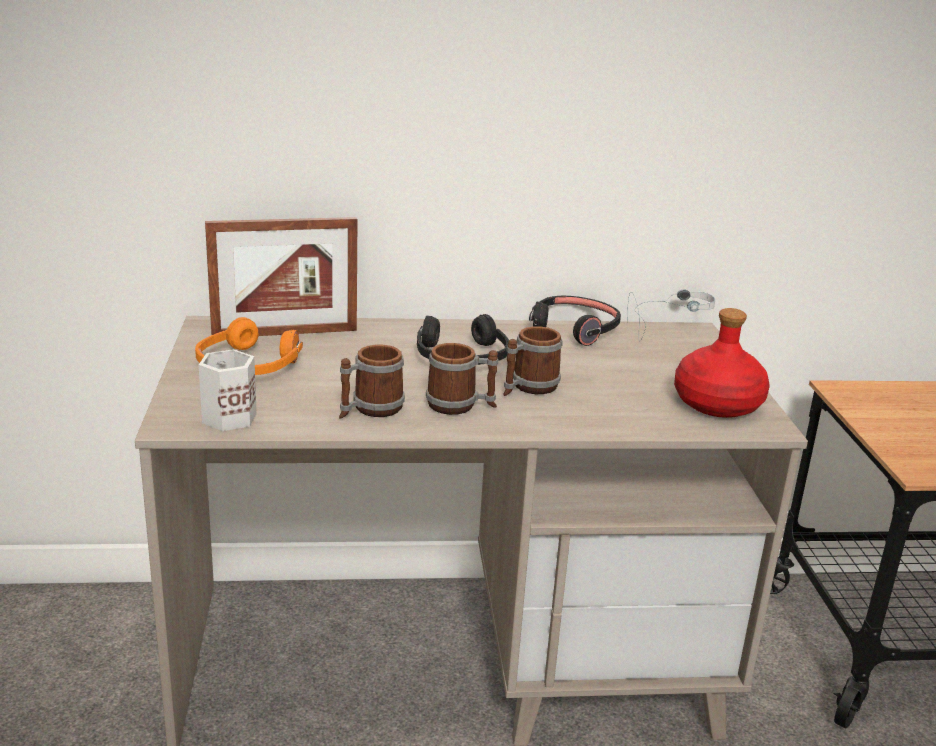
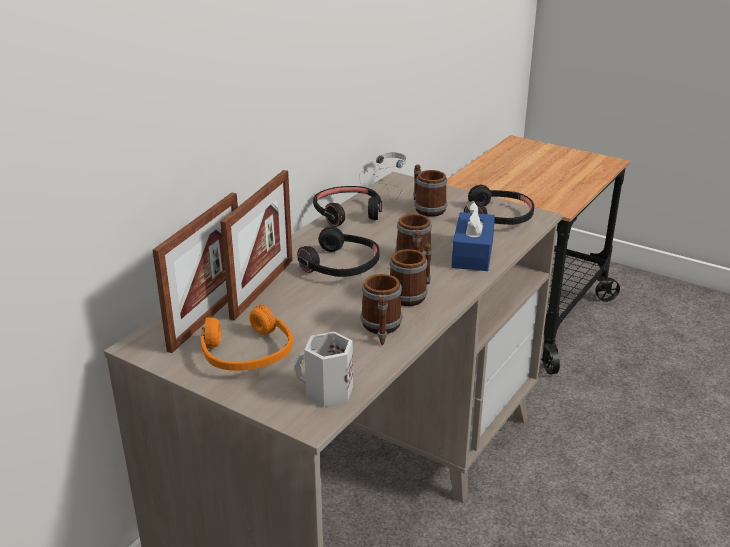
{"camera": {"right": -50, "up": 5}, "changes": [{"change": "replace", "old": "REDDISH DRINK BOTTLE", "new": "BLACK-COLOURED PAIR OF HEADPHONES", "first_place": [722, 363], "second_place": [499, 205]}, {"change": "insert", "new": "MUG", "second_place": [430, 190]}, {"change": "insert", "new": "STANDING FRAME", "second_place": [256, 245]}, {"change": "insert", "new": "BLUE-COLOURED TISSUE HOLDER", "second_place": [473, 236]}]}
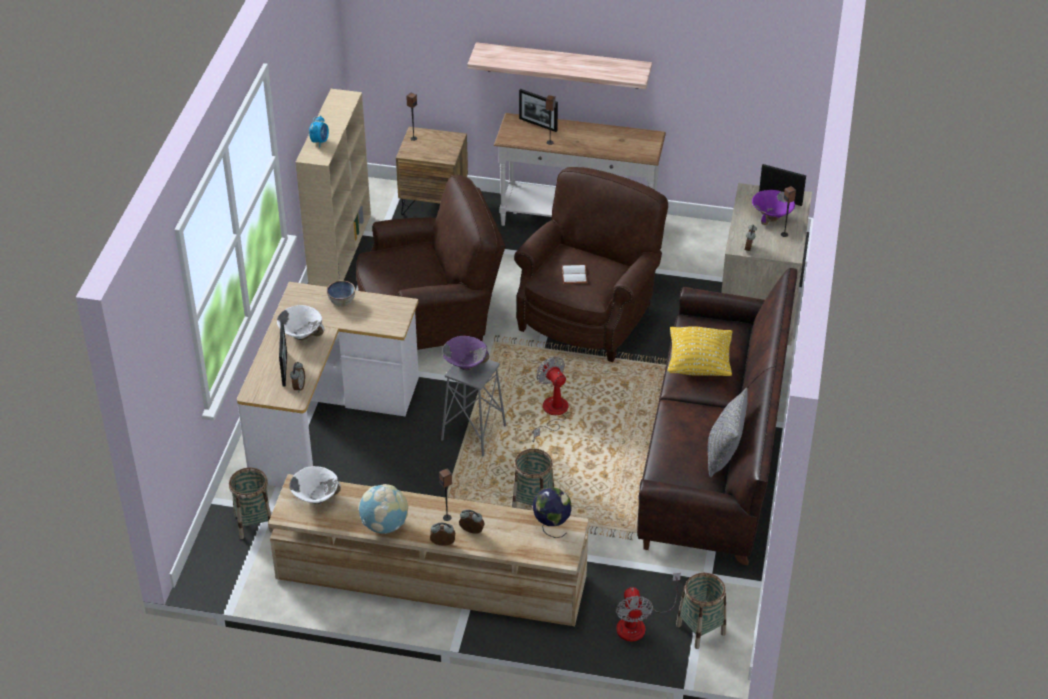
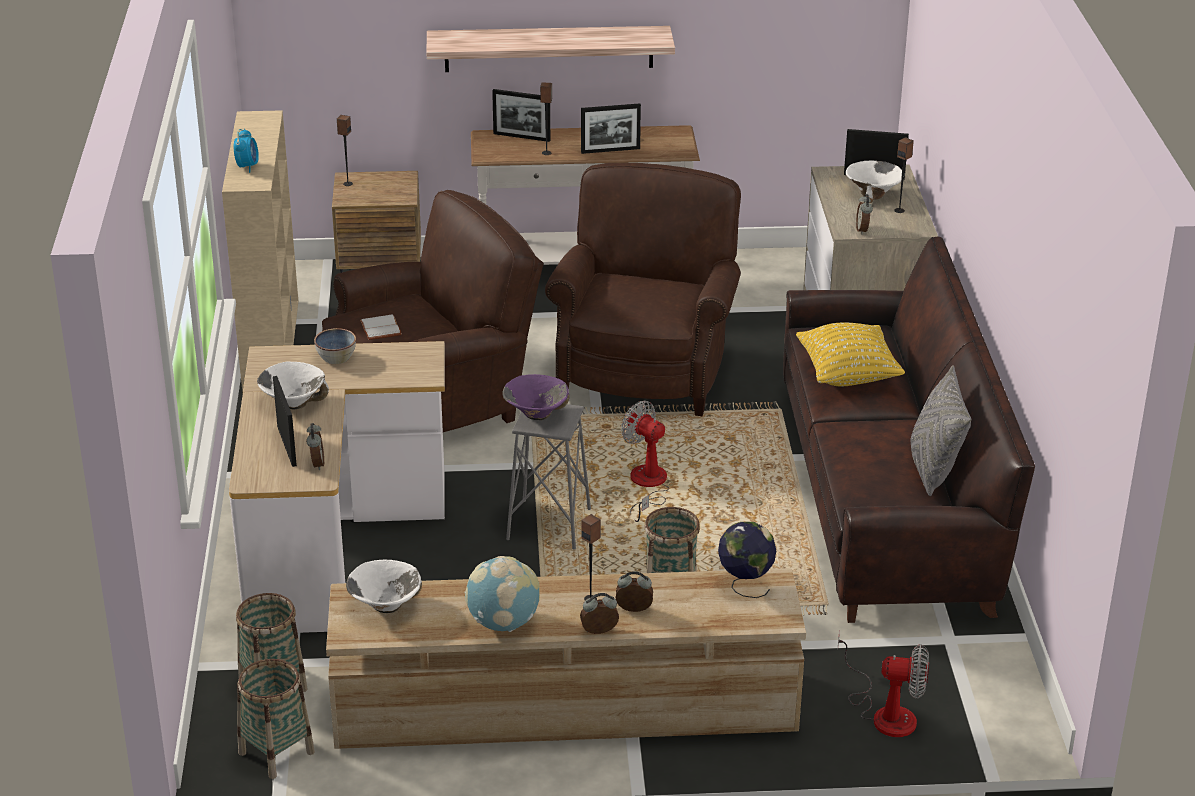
{"camera": {"right": -15, "up": -10}, "changes": [{"change": "recolor", "old": "PURPLISH SERVING BOWL", "new": "WHITE SERVING BOWL", "first_place": [773, 207], "second_place": [874, 182]}, {"change": "move", "old": "WHITE VOLUME", "first_place": [574, 274], "second_place": [381, 327]}, {"change": "rotate", "old": "COOLING FAN", "first_place": [648, 607], "second_place": [883, 683], "degrees": -60}, {"change": "move", "old": "BASKET", "first_place": [701, 611], "second_place": [276, 719]}, {"change": "insert", "new": "STANDING FRAME", "second_place": [611, 128]}]}
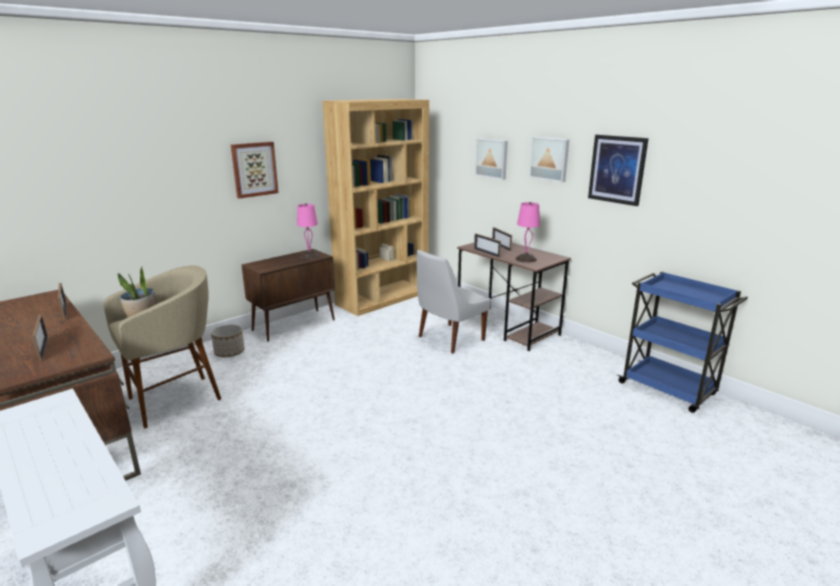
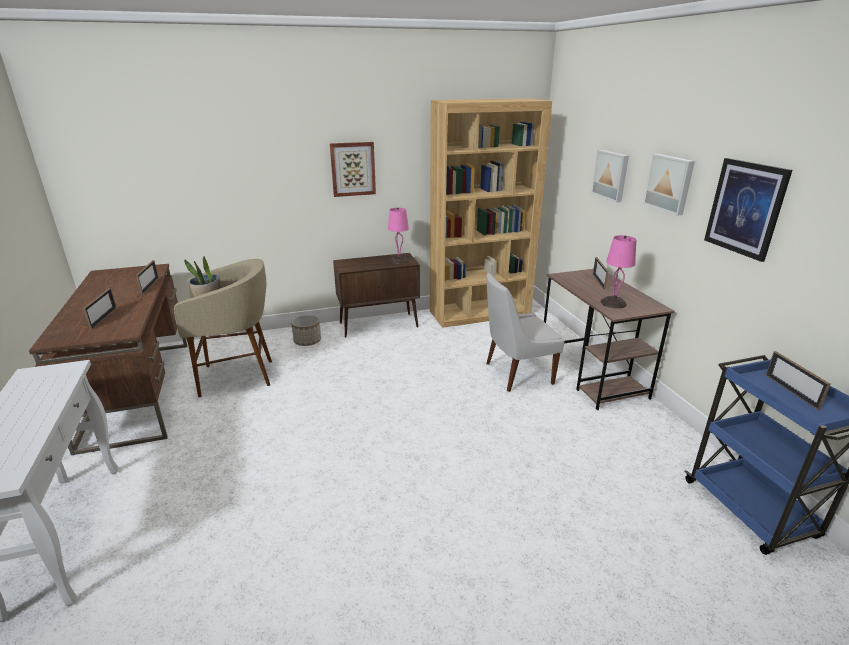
{"camera": {"right": 25, "up": 5}, "changes": [{"change": "move", "old": "STANDING FRAME", "first_place": [487, 245], "second_place": [798, 380]}]}
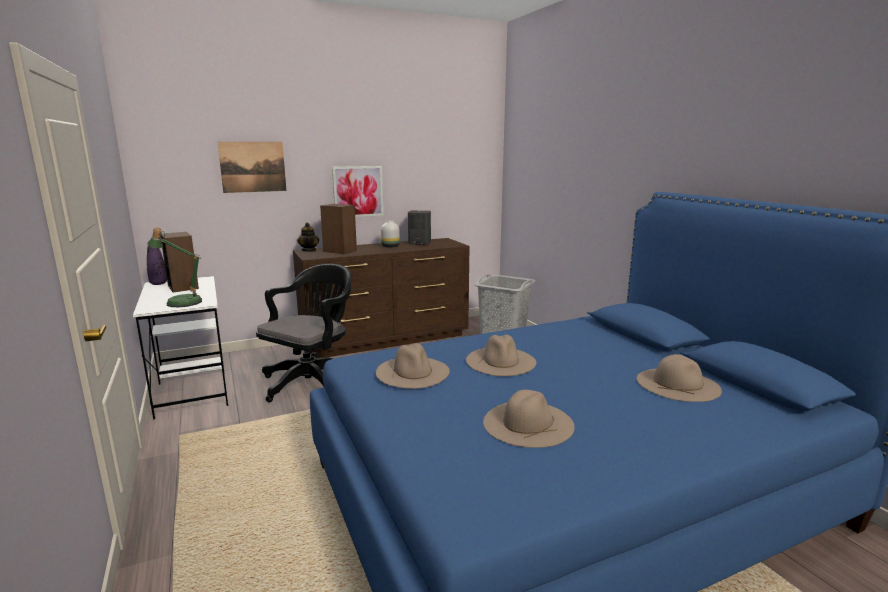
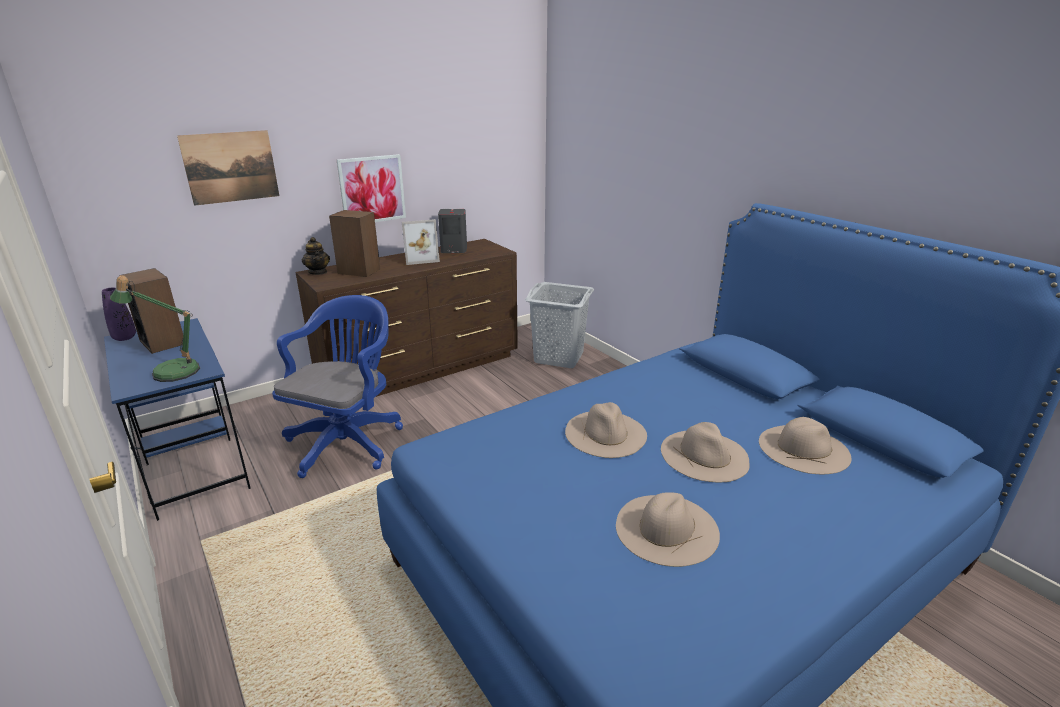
{"camera": {"right": -10, "up": 10}, "changes": [{"change": "replace", "old": "WHITE FLOWER VASE", "new": "STANDING FRAME", "first_place": [390, 233], "second_place": [421, 242]}, {"change": "recolor", "old": "BLACK-COLOURED COMPUTER CHAIR", "new": "BLUE-COLOURED COMPUTER CHAIR", "first_place": [303, 333], "second_place": [337, 386]}, {"change": "recolor", "old": "WHITE DESK UNIT", "new": "BLUE-COLOURED DESK UNIT", "first_place": [180, 348], "second_place": [177, 419]}, {"change": "move", "old": "SAND-COLOURED WEARABLE HAT", "first_place": [413, 366], "second_place": [705, 452]}]}
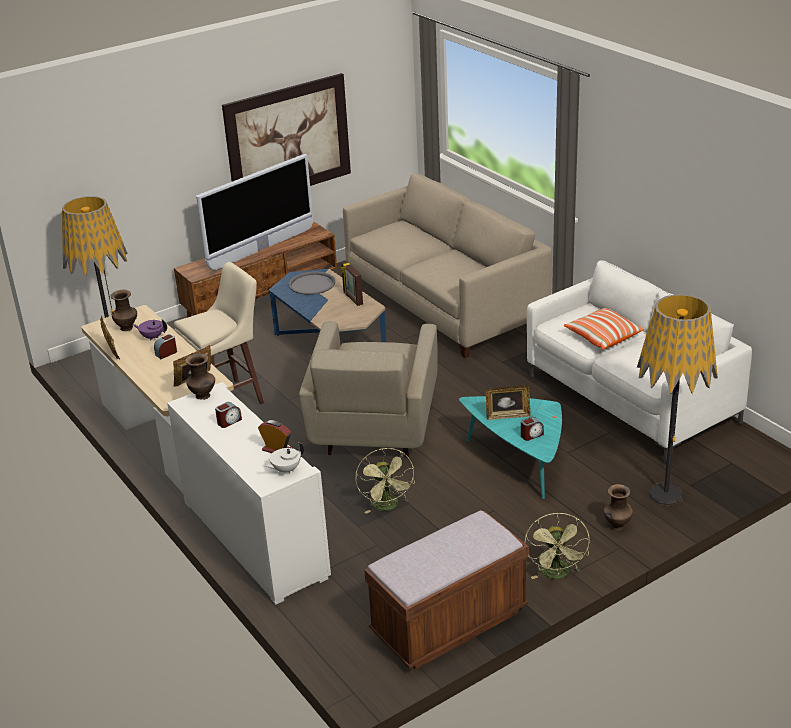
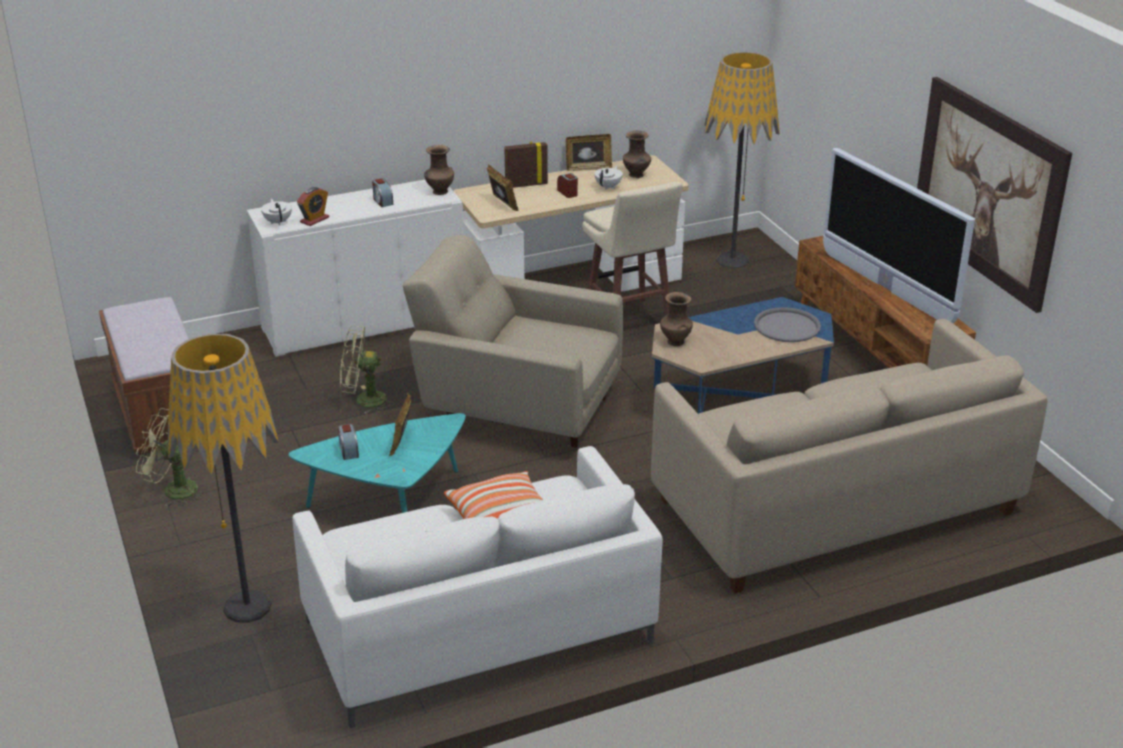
{"camera": {"right": 100, "up": 0}, "changes": [{"change": "move", "old": "STANDING FRAME", "first_place": [351, 283], "second_place": [526, 165]}, {"change": "recolor", "old": "PURPLISH TEAPOT", "new": "WHITE TEAPOT", "first_place": [150, 329], "second_place": [608, 177]}, {"change": "move", "old": "BROWNISH FLOWER VASE", "first_place": [618, 507], "second_place": [676, 319]}]}
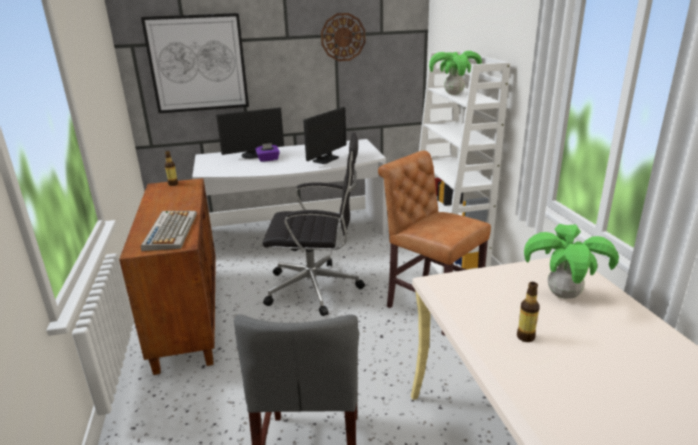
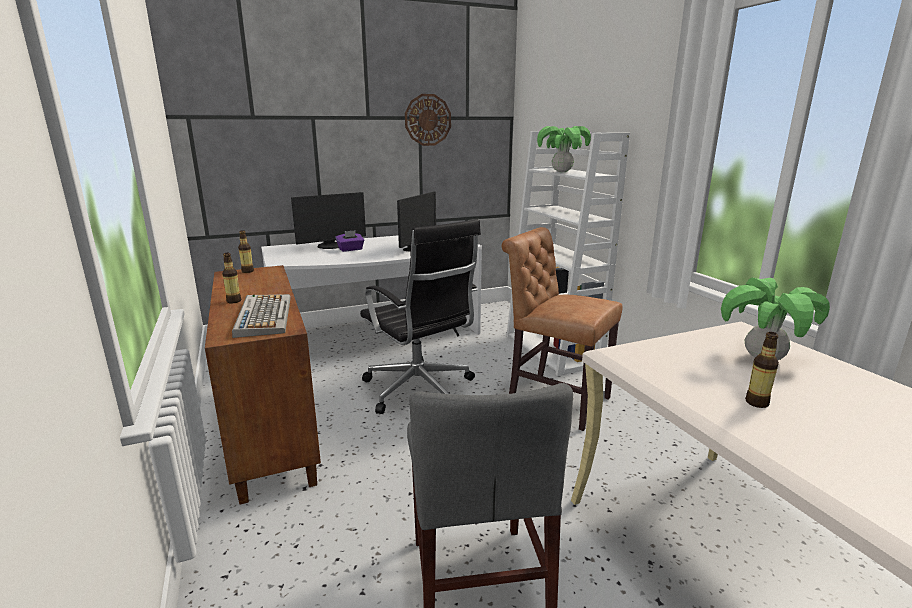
{"camera": {"right": -10, "up": -5}, "changes": [{"change": "delete", "old": "PICTURE", "first_place": [195, 63]}, {"change": "rotate", "old": "BLACK-COLOURED COMPUTER CHAIR", "first_place": [313, 224], "second_place": [420, 316], "degrees": 60}, {"change": "insert", "new": "DRINK BOTTLE", "second_place": [231, 278]}]}
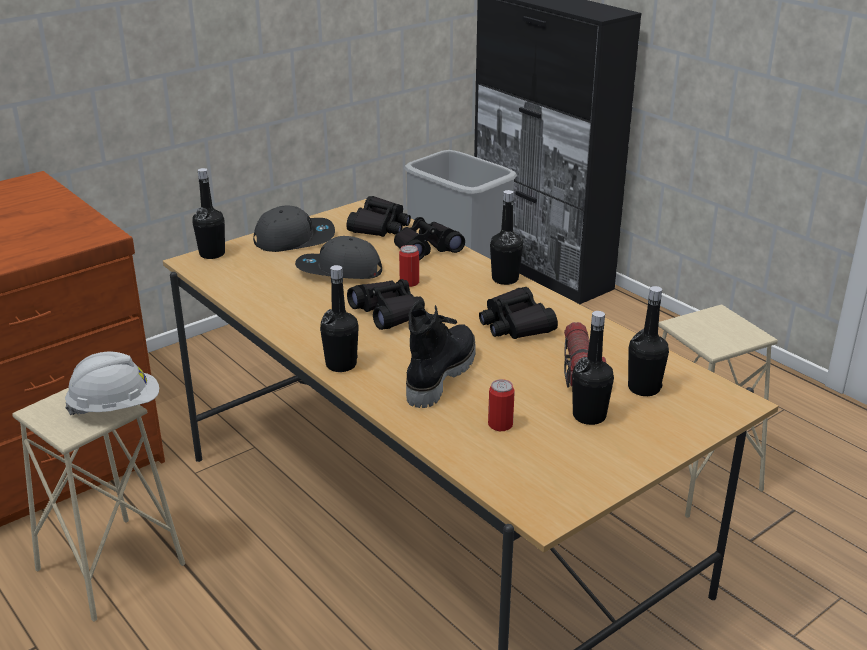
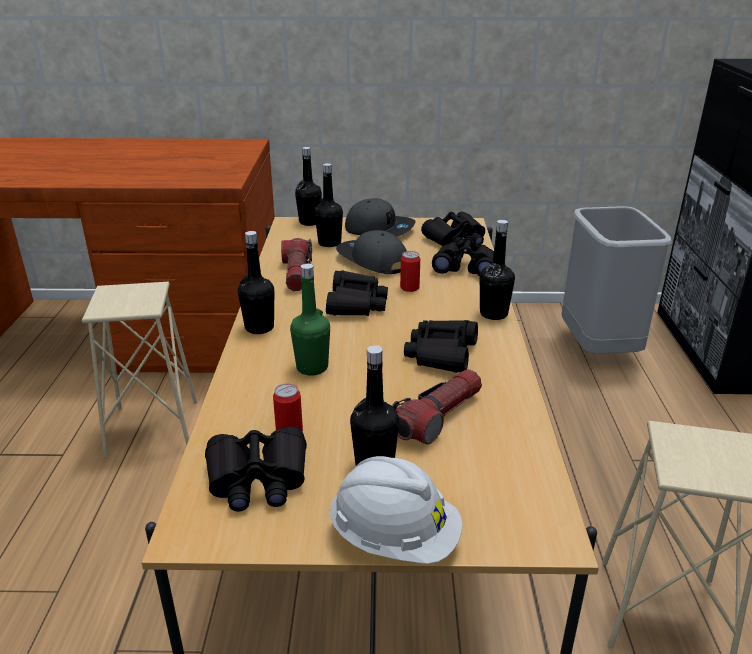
{"camera": {"right": 40, "up": 0}, "changes": [{"change": "move", "old": "BLACK-COLOURED DRINK BOTTLE", "first_place": [648, 341], "second_place": [328, 205]}, {"change": "replace", "old": "BLACK-COLOURED HIGH-TOP BOOT", "new": "GREEN DRINK BOTTLE", "first_place": [441, 354], "second_place": [310, 319]}, {"change": "move", "old": "WHITE SAFETY HELMET", "first_place": [112, 383], "second_place": [396, 510]}, {"change": "insert", "new": "FLASHLIGHT", "second_place": [296, 264]}, {"change": "insert", "new": "BLACK-COLOURED PAIR OF BINOCULARS", "second_place": [256, 469]}]}
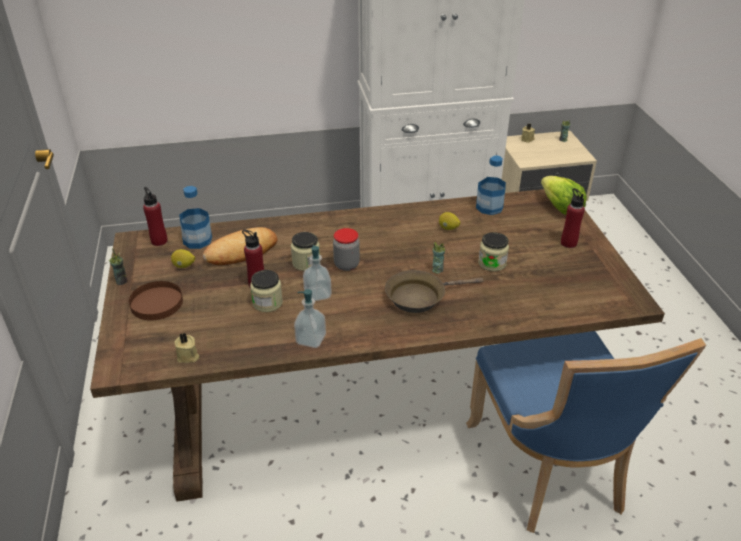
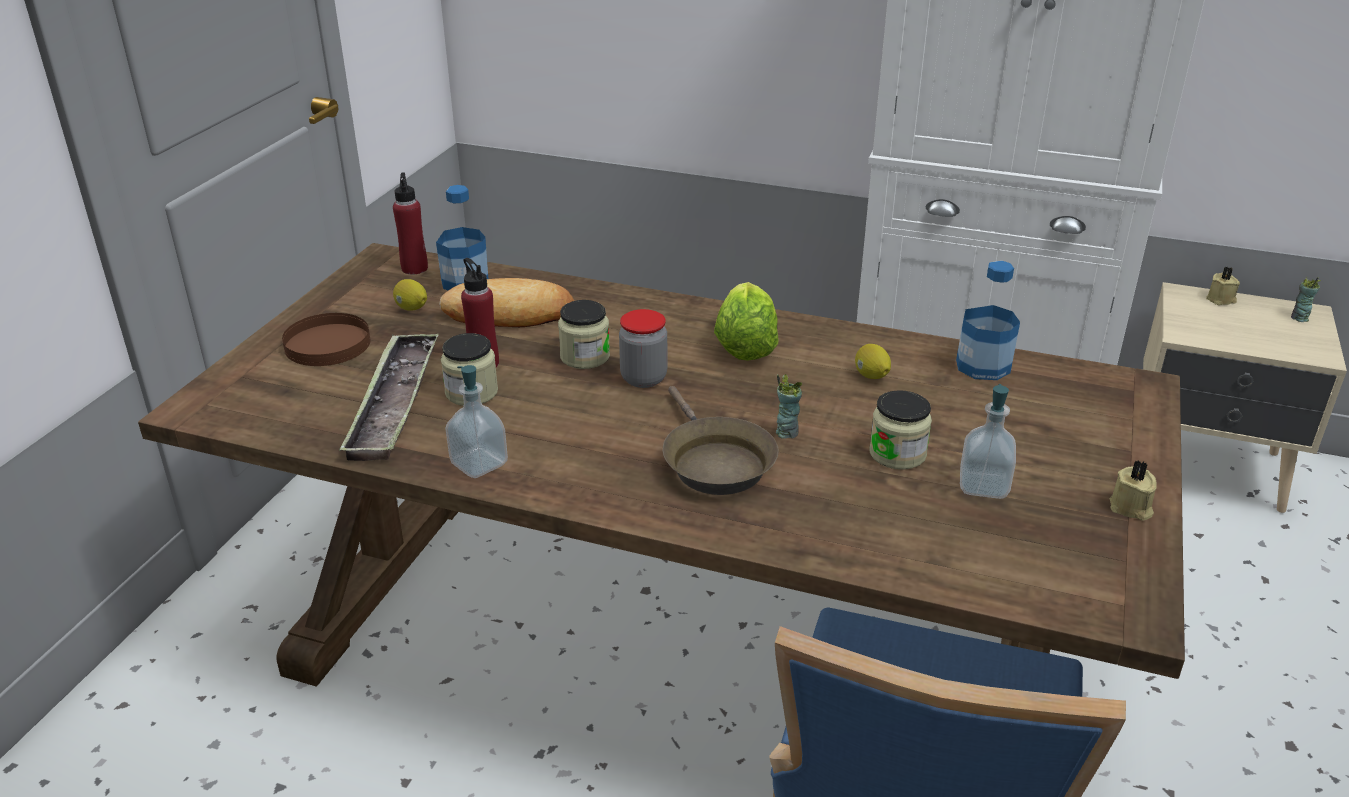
{"camera": {"right": 30, "up": -5}, "changes": [{"change": "move", "old": "LETTUCE HEAD", "first_place": [564, 195], "second_place": [746, 321]}, {"change": "delete", "old": "REDDISH DRINK BOTTLE", "first_place": [573, 218]}, {"change": "move", "old": "SOAP DISPENSER", "first_place": [317, 273], "second_place": [988, 441]}, {"change": "delete", "old": "SMALL CUP", "first_place": [118, 267]}, {"change": "rotate", "old": "BROWNISH FRYING PAN", "first_place": [434, 291], "second_place": [721, 440], "degrees": -120}, {"change": "move", "old": "SAND-COLOURED WAX CANDLE", "first_place": [187, 347], "second_place": [1133, 491]}, {"change": "insert", "new": "TRAY", "second_place": [389, 397]}]}
